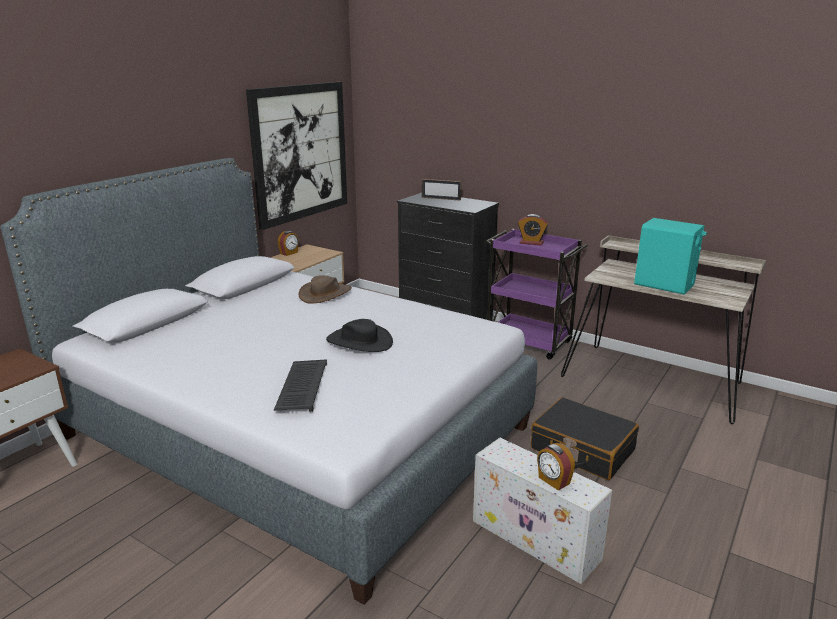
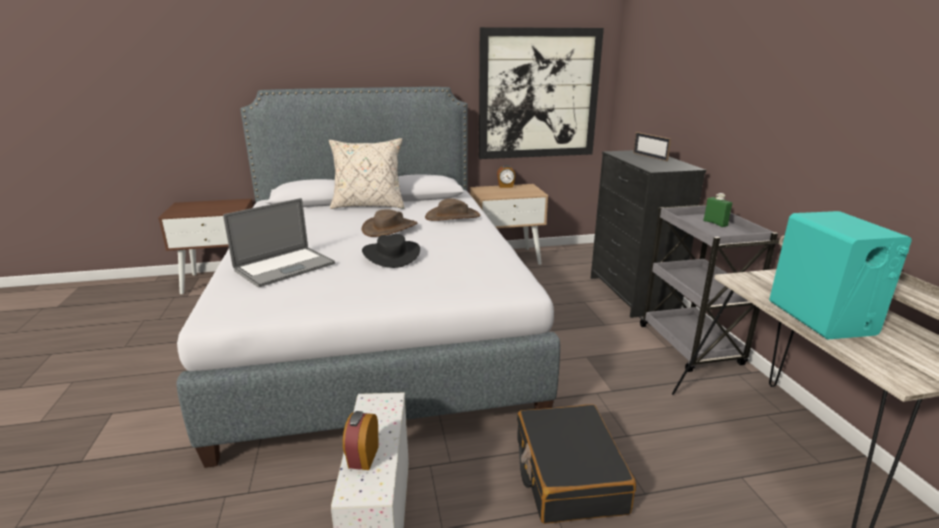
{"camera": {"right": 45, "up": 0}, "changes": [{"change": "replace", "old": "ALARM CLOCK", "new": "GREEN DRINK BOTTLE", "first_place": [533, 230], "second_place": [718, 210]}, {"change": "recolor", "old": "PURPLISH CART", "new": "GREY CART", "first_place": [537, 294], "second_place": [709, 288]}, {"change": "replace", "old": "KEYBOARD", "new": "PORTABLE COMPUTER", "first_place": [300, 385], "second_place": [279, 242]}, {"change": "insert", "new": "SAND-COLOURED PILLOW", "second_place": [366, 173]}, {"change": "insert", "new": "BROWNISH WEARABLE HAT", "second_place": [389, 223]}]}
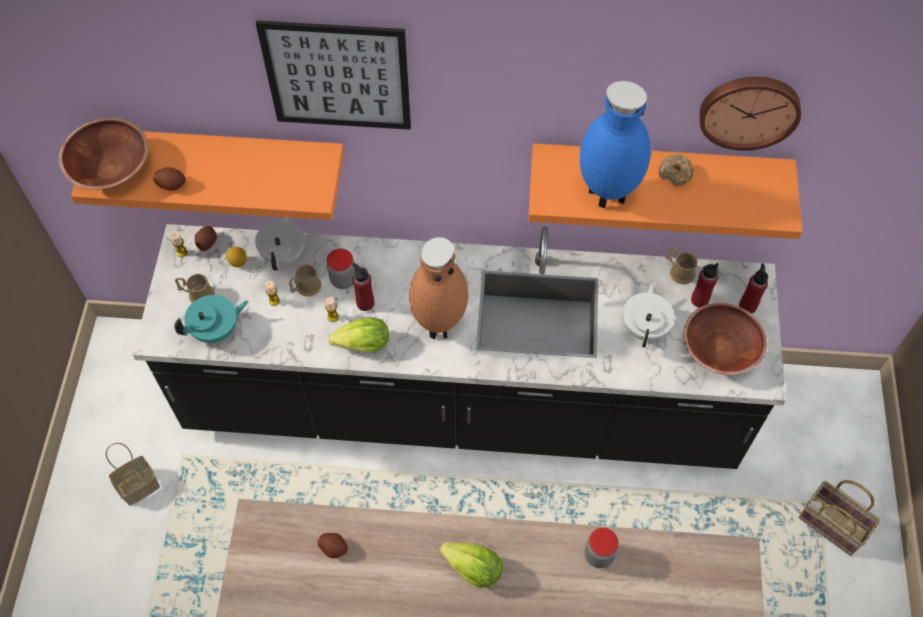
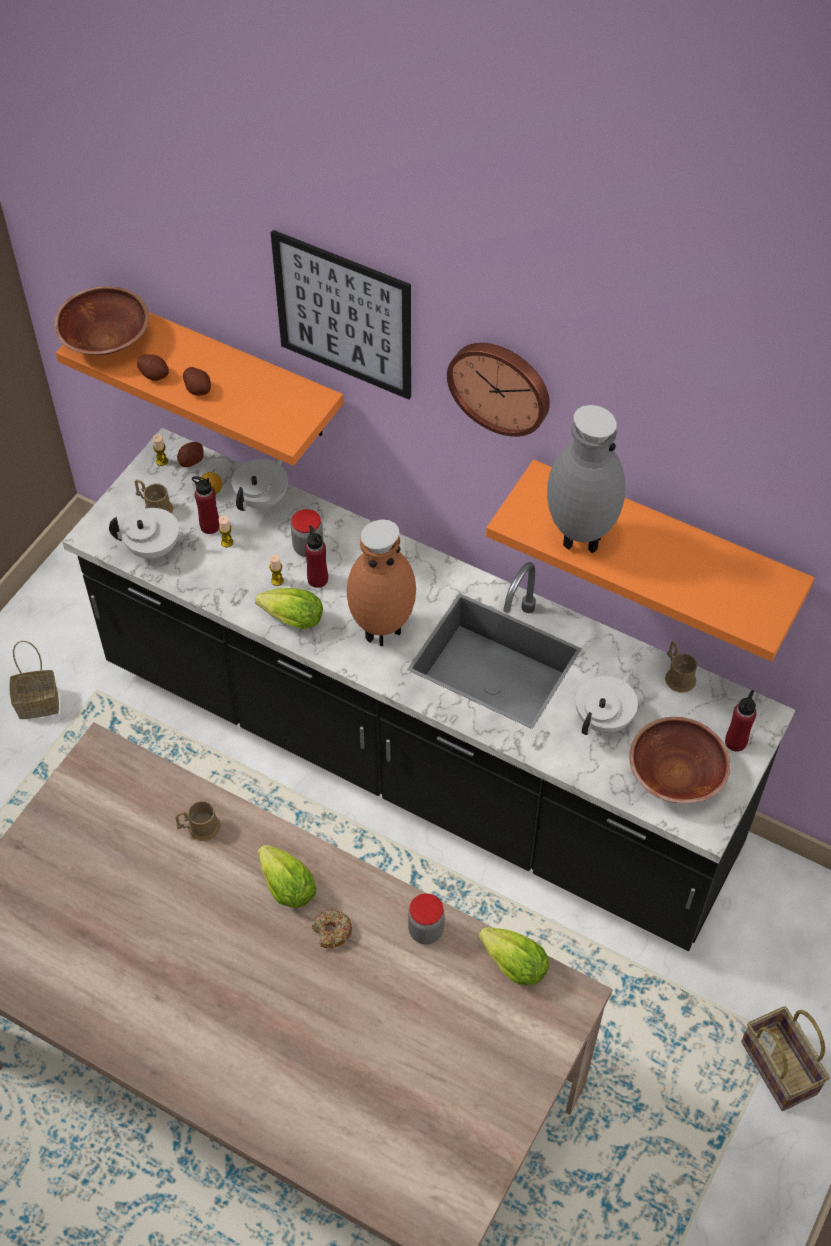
{"camera": {"right": 25, "up": -5}, "changes": [{"change": "move", "old": "CLOCK ON THE WALL", "first_place": [750, 114], "second_place": [498, 390]}, {"change": "recolor", "old": "BLUE-COLOURED FLOWER VASE", "new": "GREY FLOWER VASE", "first_place": [615, 144], "second_place": [586, 479]}, {"change": "move", "old": "RING DOUGHNUT", "first_place": [676, 170], "second_place": [332, 928]}, {"change": "move", "old": "REDDISH DRINK BOTTLE", "first_place": [704, 285], "second_place": [205, 505]}, {"change": "move", "old": "BROWNISH MUG", "first_place": [305, 280], "second_place": [197, 821]}, {"change": "recolor", "old": "TURQUOISE-COLOURED TEAPOT", "new": "WHITE TEAPOT", "first_place": [211, 319], "second_place": [152, 534]}, {"change": "move", "old": "WHOLE POTATO", "first_place": [332, 545], "second_place": [197, 381]}, {"change": "insert", "new": "LETTUCE HEAD", "second_place": [513, 956]}]}
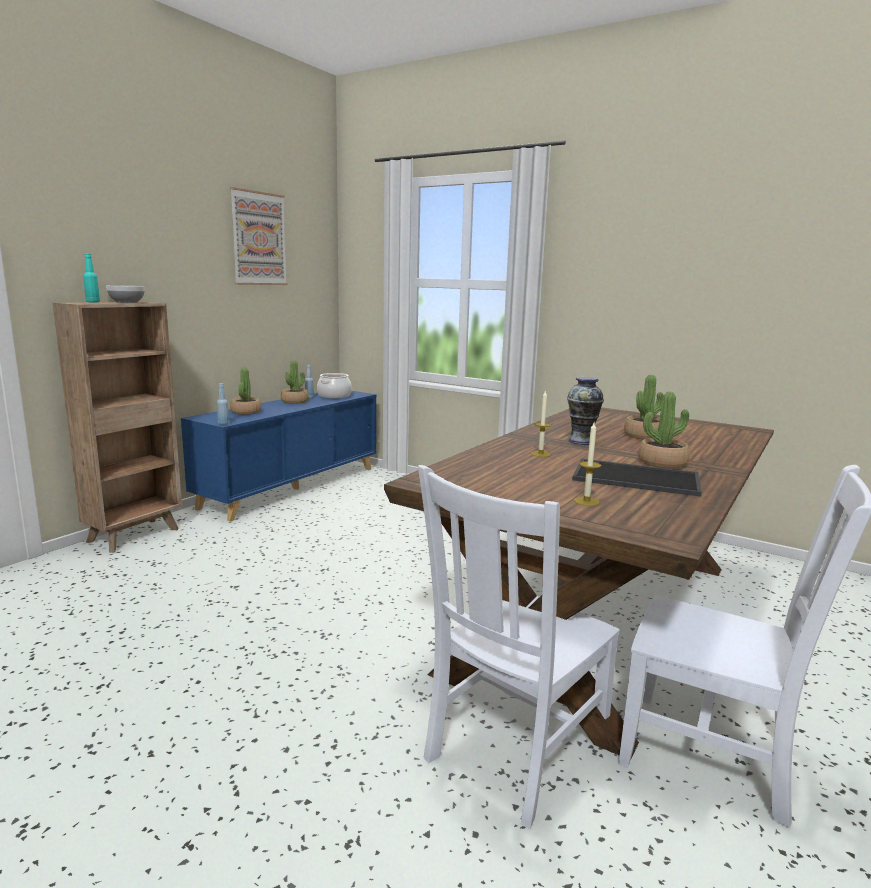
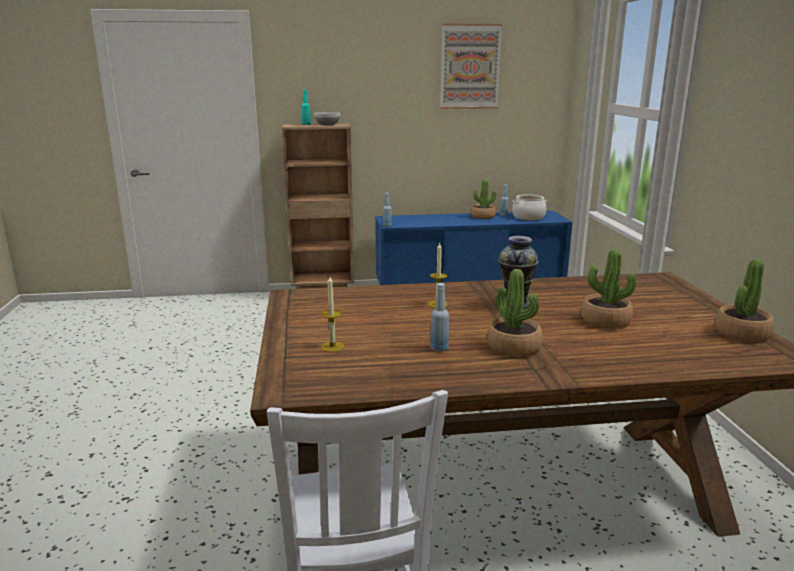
{"camera": {"right": 50, "up": 5}, "changes": [{"change": "move", "old": "HOUSEPLANT", "first_place": [246, 391], "second_place": [744, 300]}, {"change": "replace", "old": "TRAY", "new": "BLUE-COLOURED DRINK BOTTLE", "first_place": [637, 478], "second_place": [439, 317]}, {"change": "delete", "old": "WHITE PLAIN CHAIR", "first_place": [519, 647]}]}
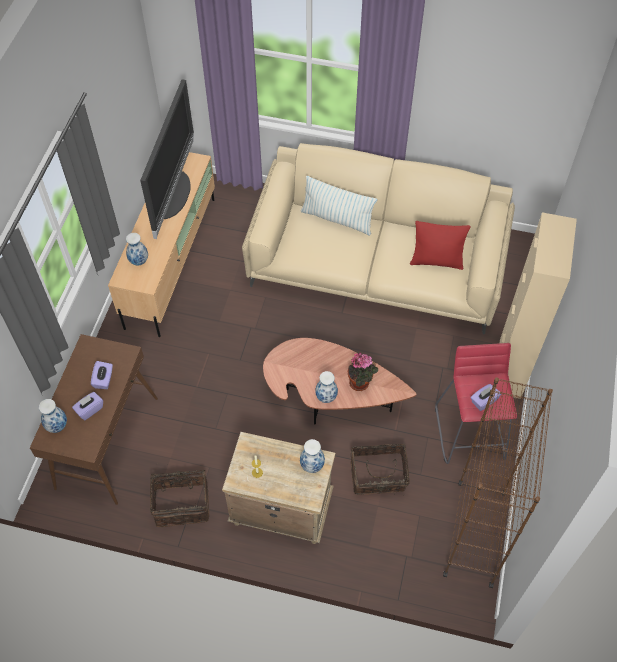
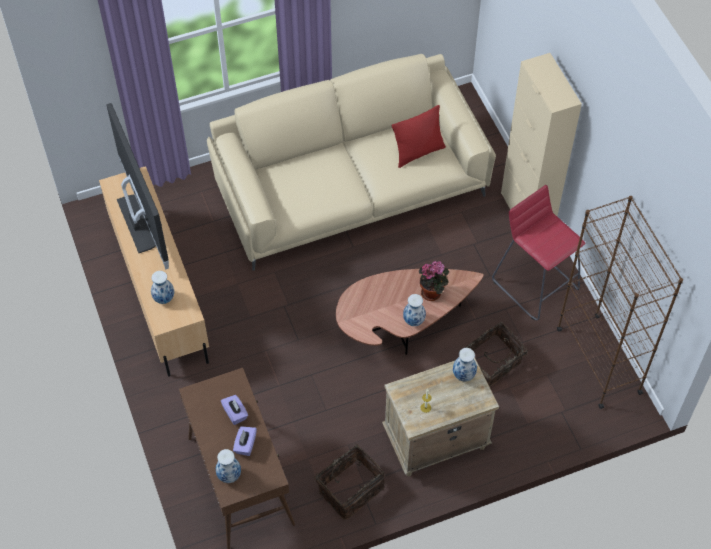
{"camera": {"right": -35, "up": 0}, "changes": [{"change": "delete", "old": "PILLOW", "first_place": [338, 206]}, {"change": "delete", "old": "PURPLISH TISSUE HOLDER", "first_place": [485, 397]}]}
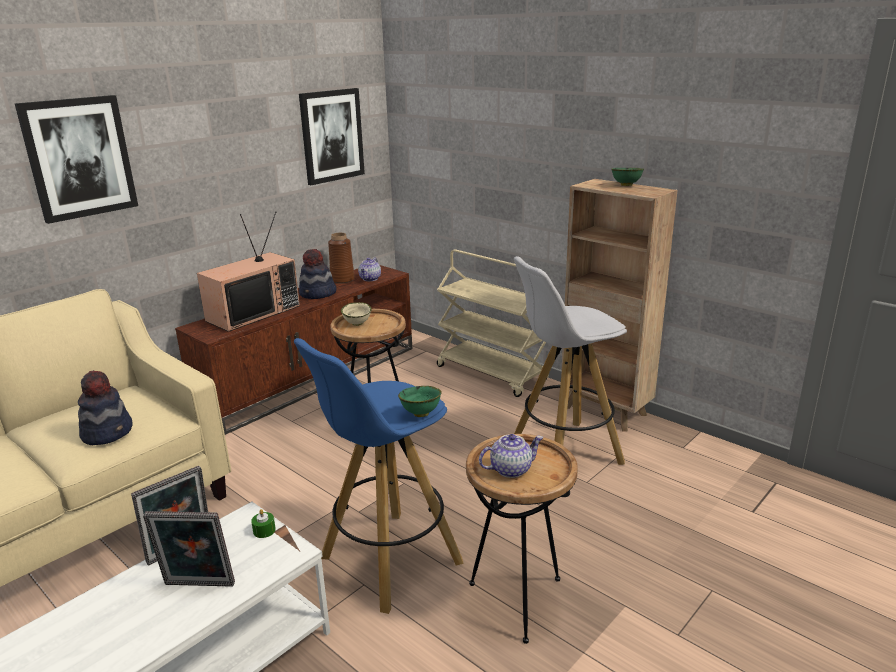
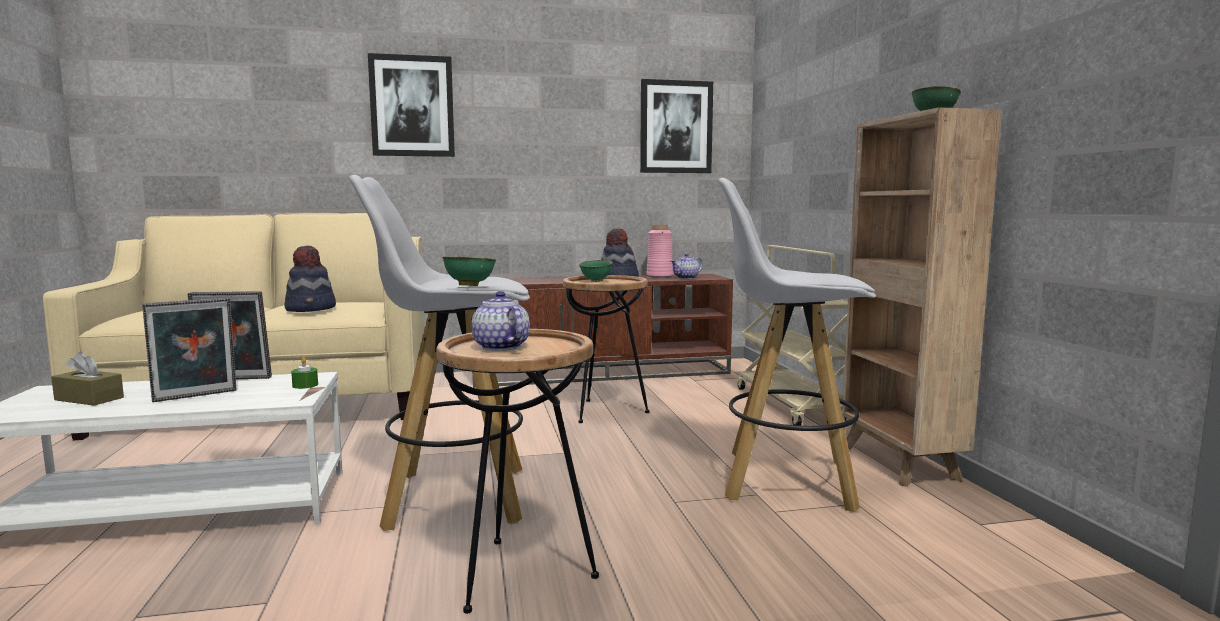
{"camera": {"right": 35, "up": -15}, "changes": [{"change": "delete", "old": "TV SET", "first_place": [248, 271]}, {"change": "recolor", "old": "BROWNISH FLOWER VASE", "new": "PINK FLOWER VASE", "first_place": [341, 258], "second_place": [660, 251]}, {"change": "recolor", "old": "SAND-COLOURED SERVING BOWL", "new": "GREEN SERVING BOWL", "first_place": [356, 314], "second_place": [596, 271]}, {"change": "recolor", "old": "BLUE-COLOURED STOOL", "new": "WHITE STOOL", "first_place": [379, 476], "second_place": [439, 353]}, {"change": "rotate", "old": "TEAPOT", "first_place": [511, 456], "second_place": [500, 321], "degrees": -135}, {"change": "rotate", "old": "STANDING FRAME", "first_place": [189, 549], "second_place": [189, 349], "degrees": -75}, {"change": "insert", "new": "BROWNISH TISSUE HOLDER", "second_place": [87, 379]}]}
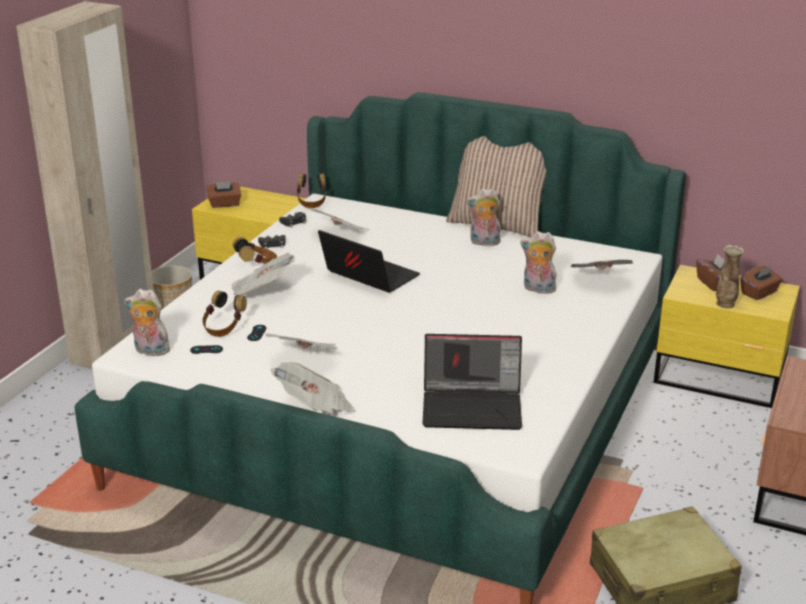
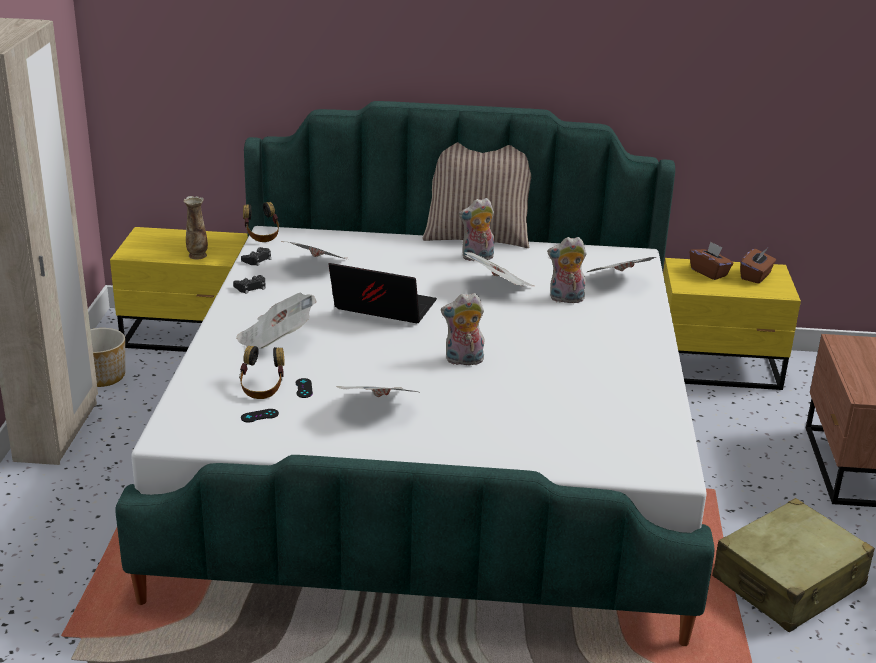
{"camera": {"right": -20, "up": 0}, "changes": [{"change": "delete", "old": "BROWNISH TISSUE HOLDER", "first_place": [223, 195]}, {"change": "delete", "old": "PAIR OF HEADPHONES", "first_place": [255, 250]}, {"change": "move", "old": "FLOWER VASE", "first_place": [730, 277], "second_place": [196, 228]}, {"change": "move", "old": "CUDDLY TOY", "first_place": [147, 322], "second_place": [462, 329]}, {"change": "delete", "old": "PORTABLE COMPUTER", "first_place": [472, 382]}, {"change": "move", "old": "DAILY PAPER", "first_place": [313, 388], "second_place": [499, 269]}]}
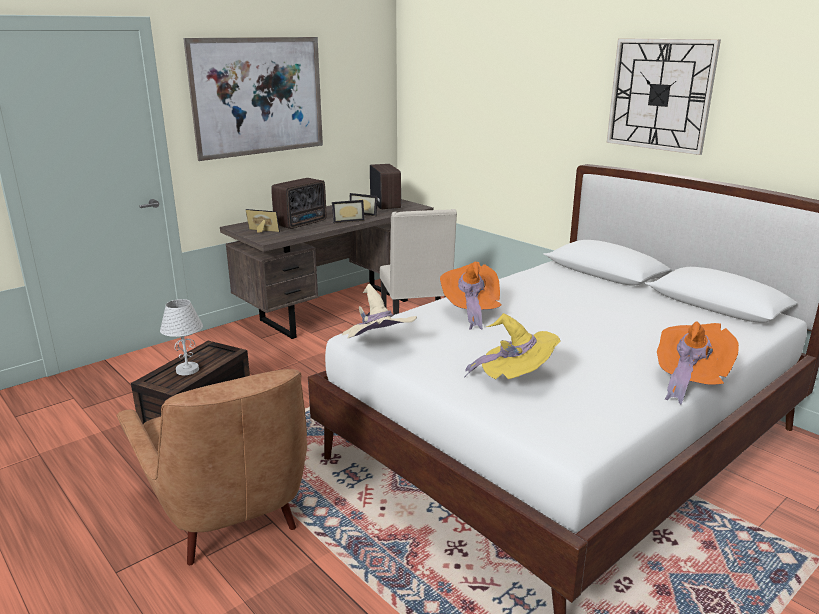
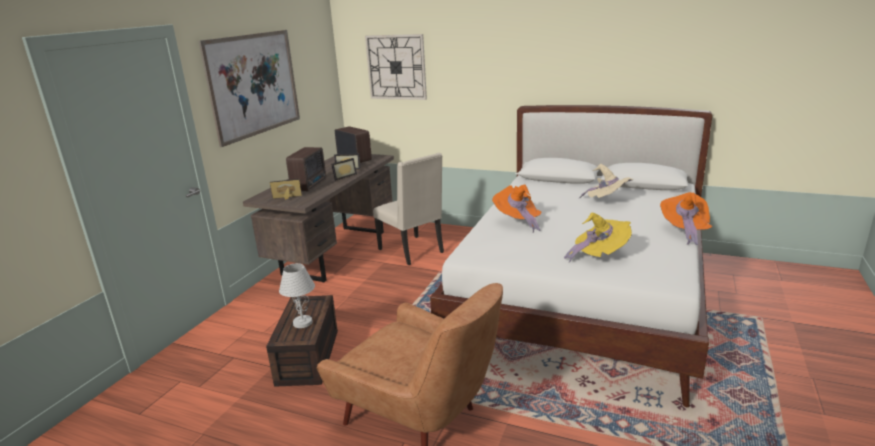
{"camera": {"right": -25, "up": 0}, "changes": [{"change": "move", "old": "CLOCK ON THE WALL", "first_place": [664, 96], "second_place": [396, 67]}, {"change": "move", "old": "SAND-COLOURED WEARABLE HAT", "first_place": [379, 311], "second_place": [606, 181]}]}
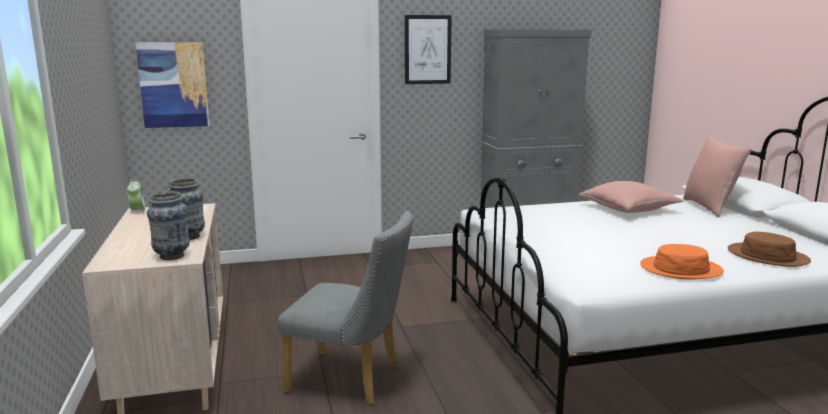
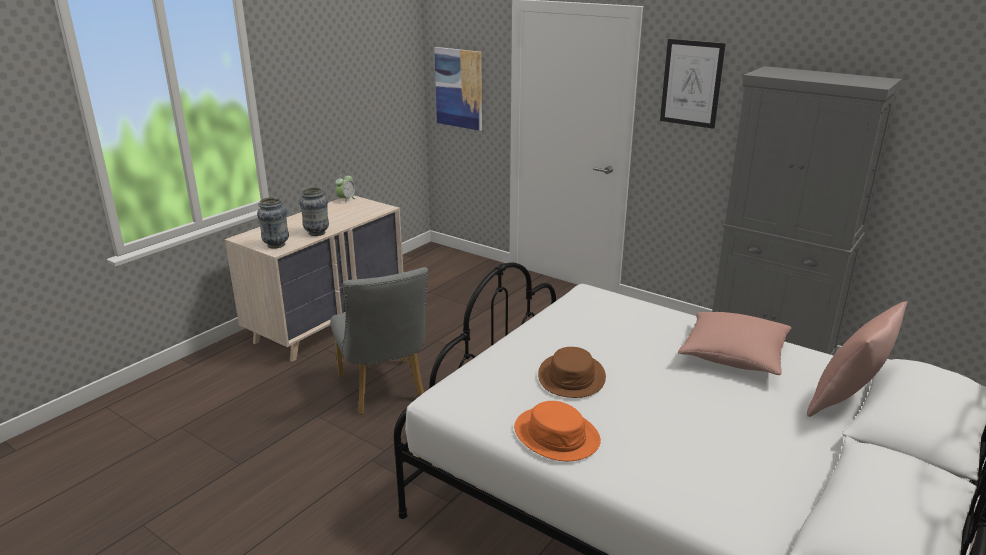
{"camera": {"right": 50, "up": 10}, "changes": [{"change": "move", "old": "BROWNISH WEARABLE HAT", "first_place": [769, 249], "second_place": [572, 372]}]}
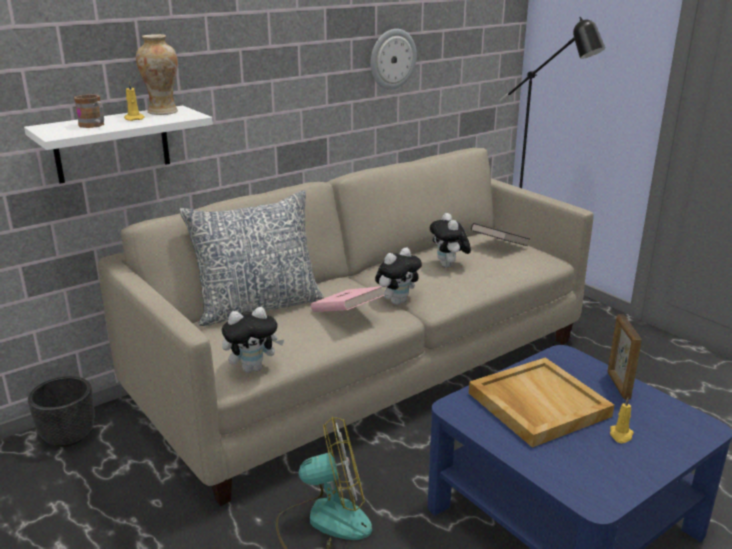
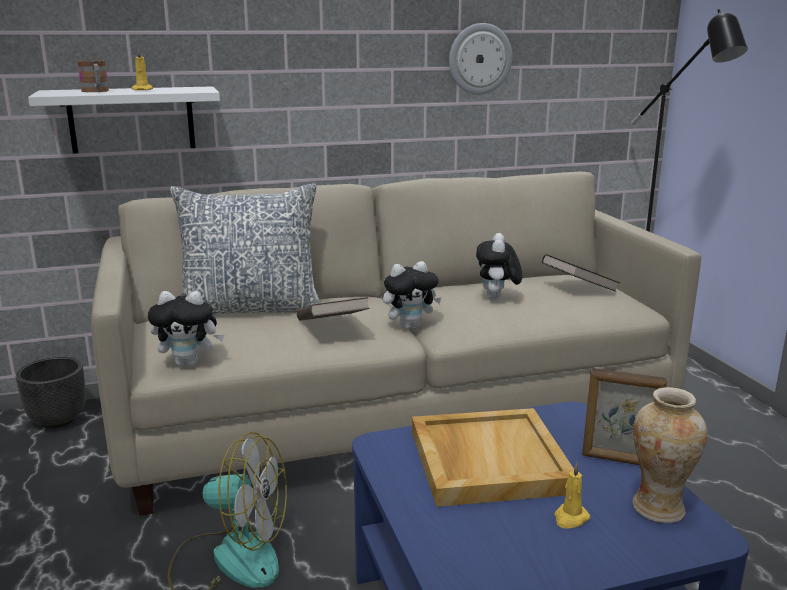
{"camera": {"right": 20, "up": -5}, "changes": [{"change": "move", "old": "FLOWER VASE", "first_place": [157, 74], "second_place": [669, 455]}, {"change": "recolor", "old": "PINK VOLUME", "new": "BROWNISH VOLUME", "first_place": [348, 299], "second_place": [333, 309]}, {"change": "rotate", "old": "STANDING FRAME", "first_place": [624, 357], "second_place": [624, 416], "degrees": -90}]}
